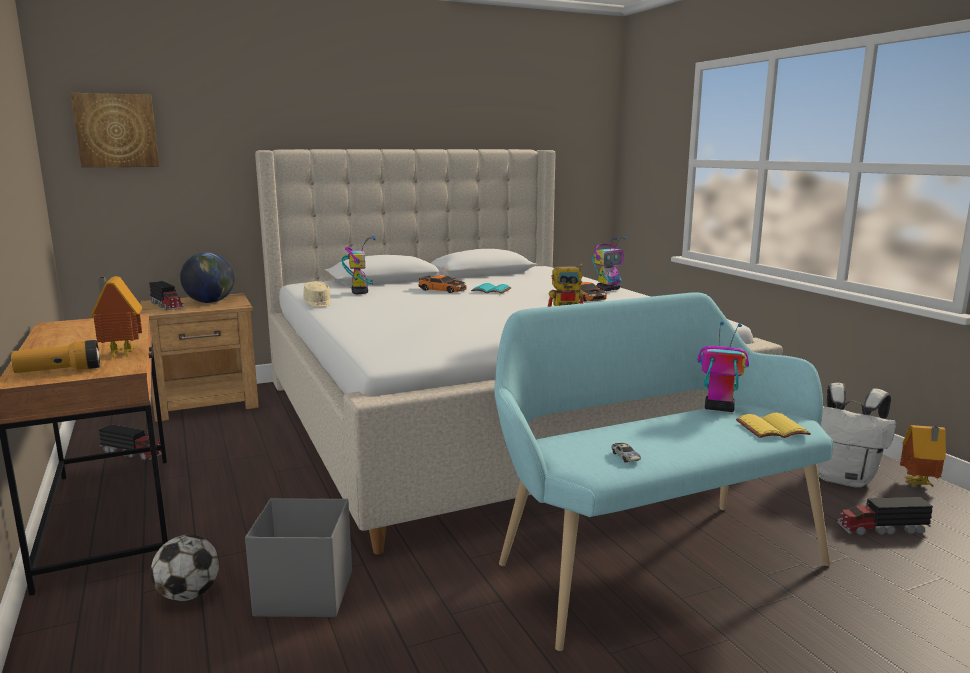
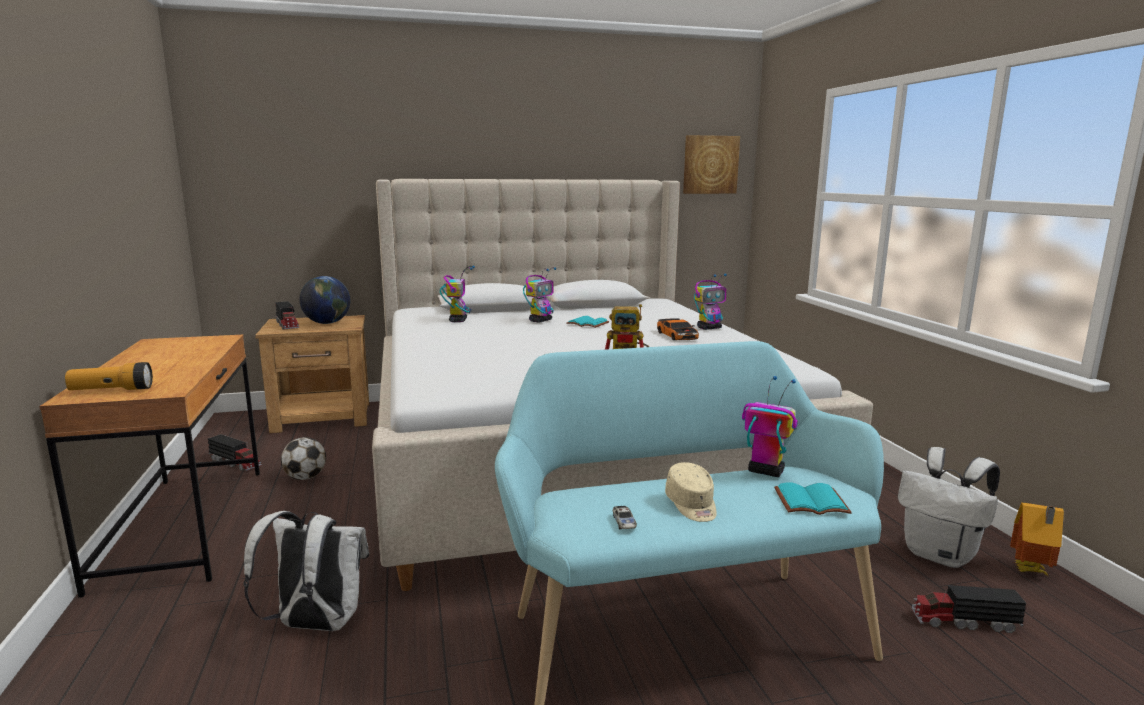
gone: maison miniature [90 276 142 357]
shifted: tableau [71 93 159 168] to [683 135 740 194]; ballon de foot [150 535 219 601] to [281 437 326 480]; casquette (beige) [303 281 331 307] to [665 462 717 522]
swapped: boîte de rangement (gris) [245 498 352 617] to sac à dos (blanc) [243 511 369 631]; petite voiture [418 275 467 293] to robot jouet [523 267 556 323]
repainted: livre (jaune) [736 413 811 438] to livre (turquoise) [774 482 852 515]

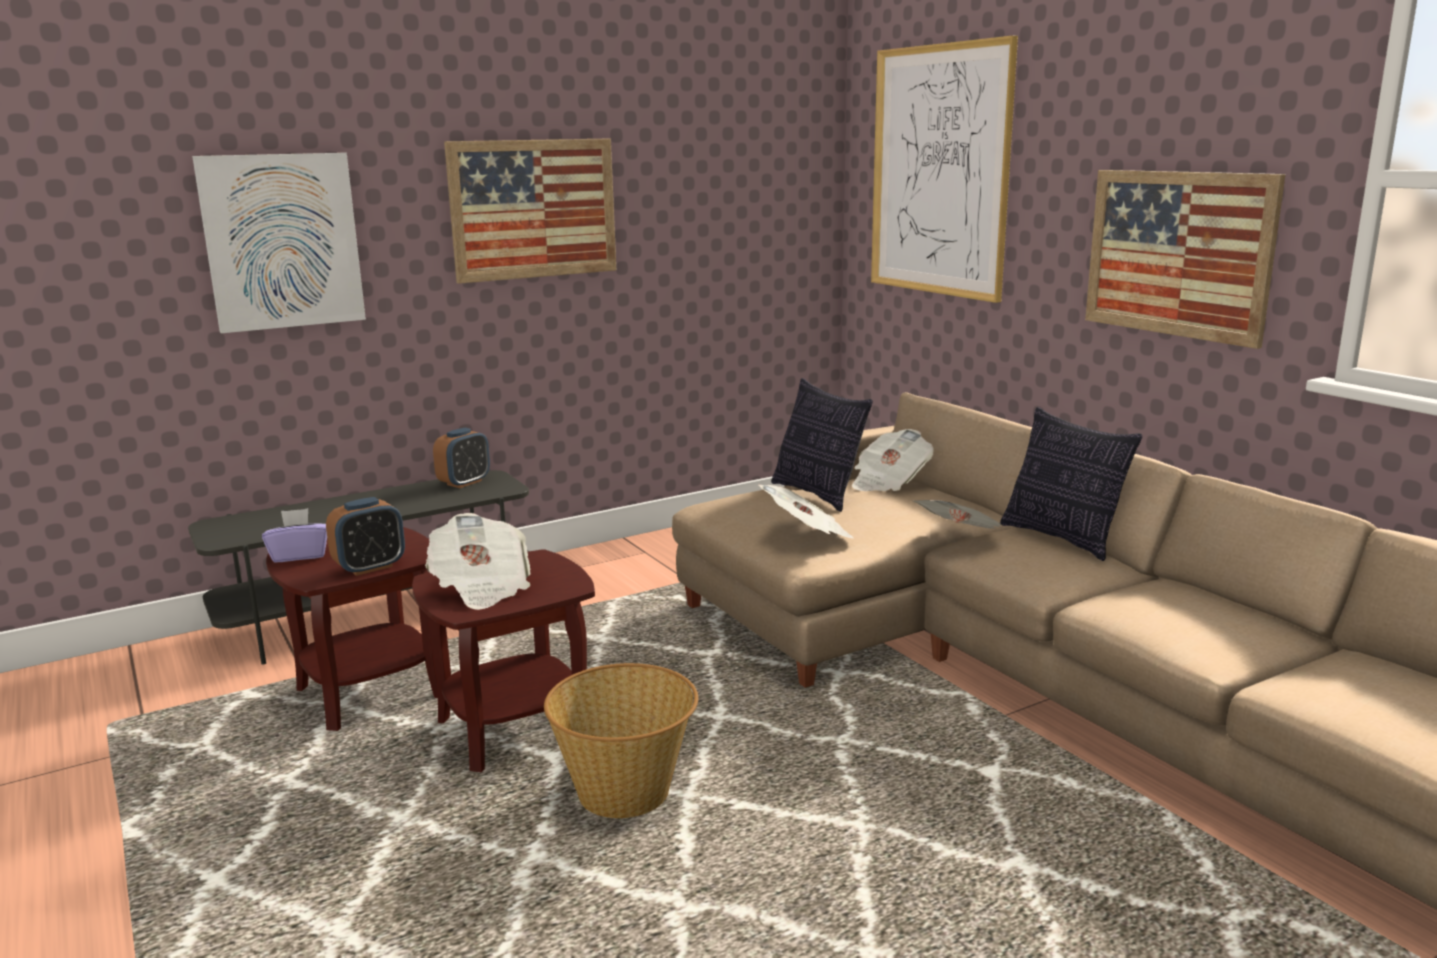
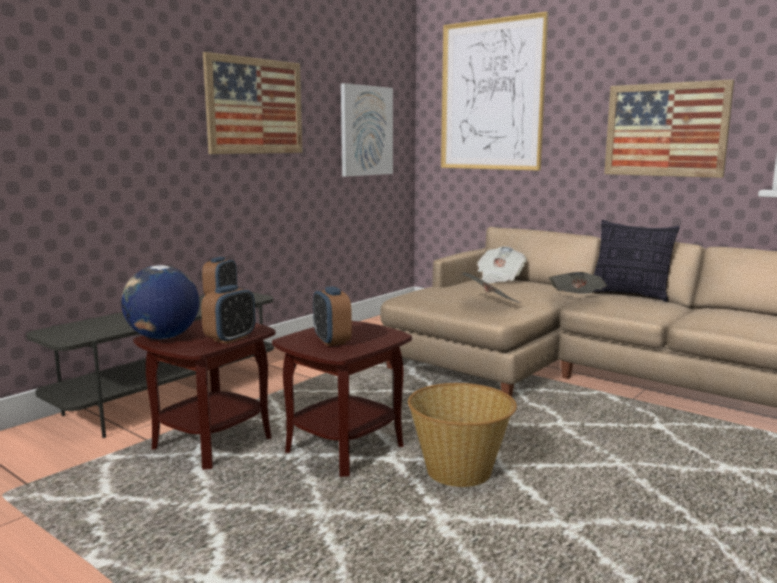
gone: coussin [771 378 873 512]
shifted: tableau [192 153 366 333] to [341 83 393 177]
swapped: boîte à mouchoirs (violet) [262 508 327 562] to globe [121 265 199 339]; journal [425 513 531 610] to réveil [313 286 352 346]

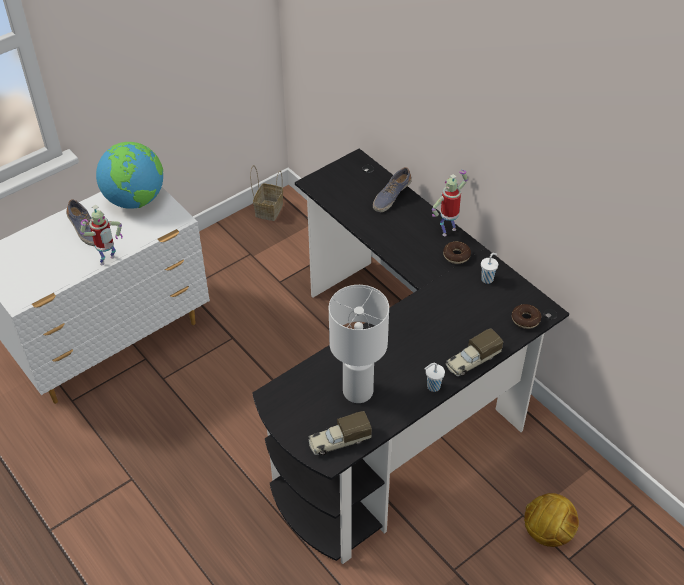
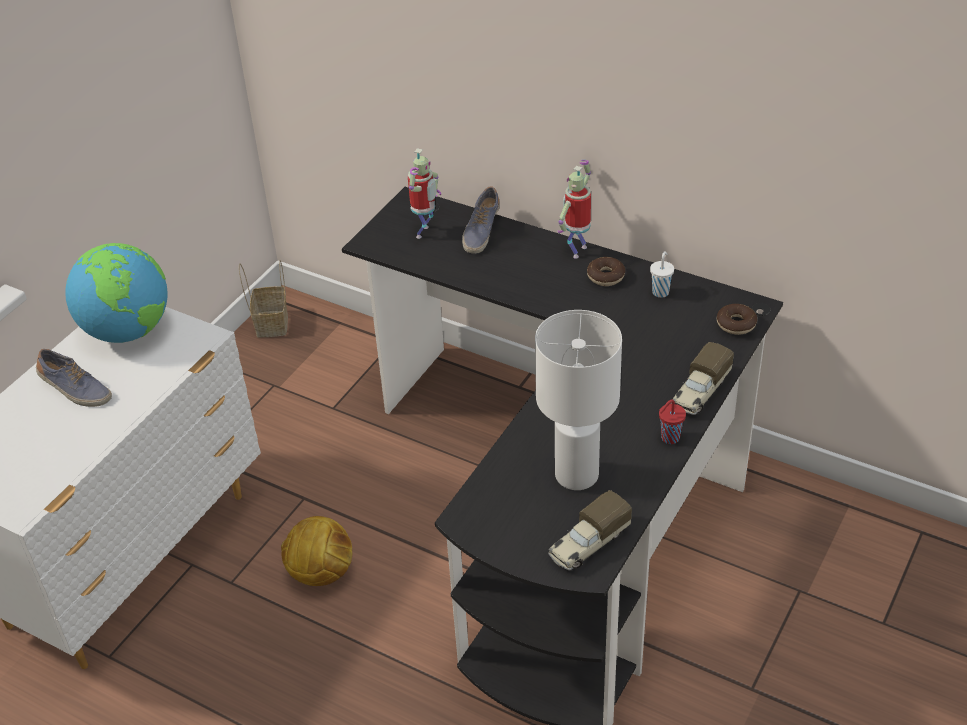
shifted: robot jouet [80 205 123 265] to [408 148 441 239]; ballon de foot [524 493 579 547] to [281 516 352 586]
repainted: tasse (blanc) [424 363 445 392] to tasse (rouge) [659 400 686 444]

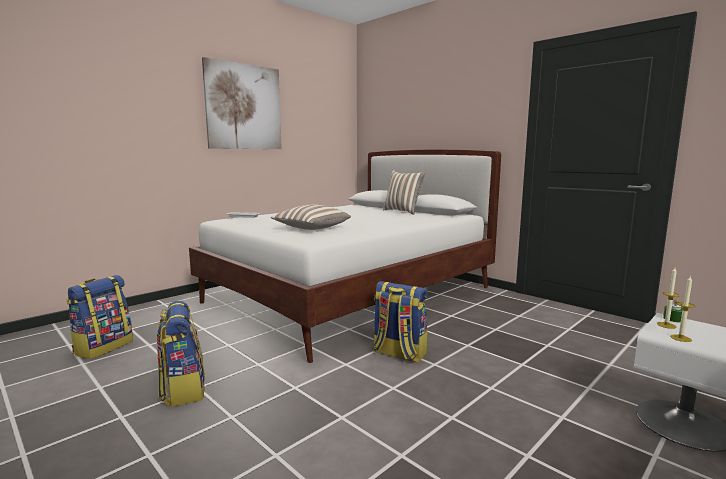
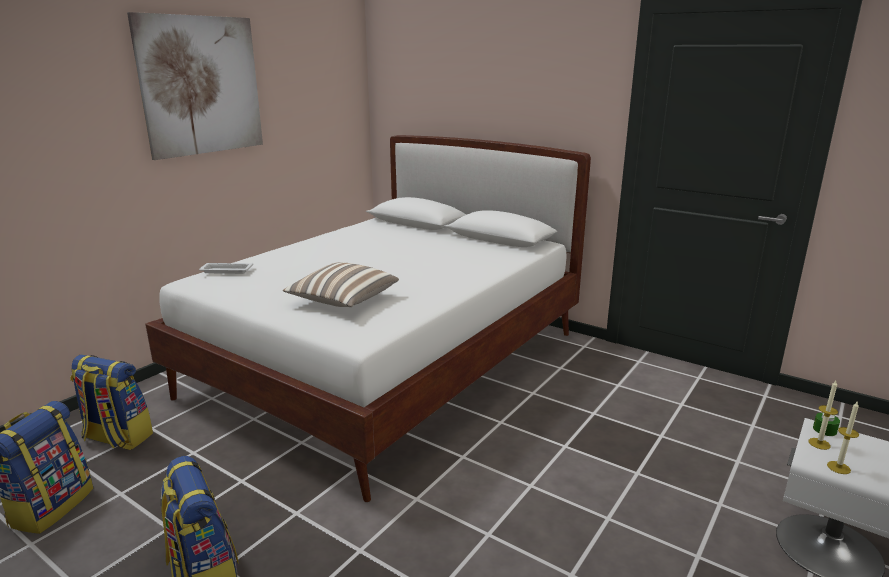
gone: coussin [383 171 426 215]
shifted: sac à dos [373 281 428 363] to [70 355 153 450]

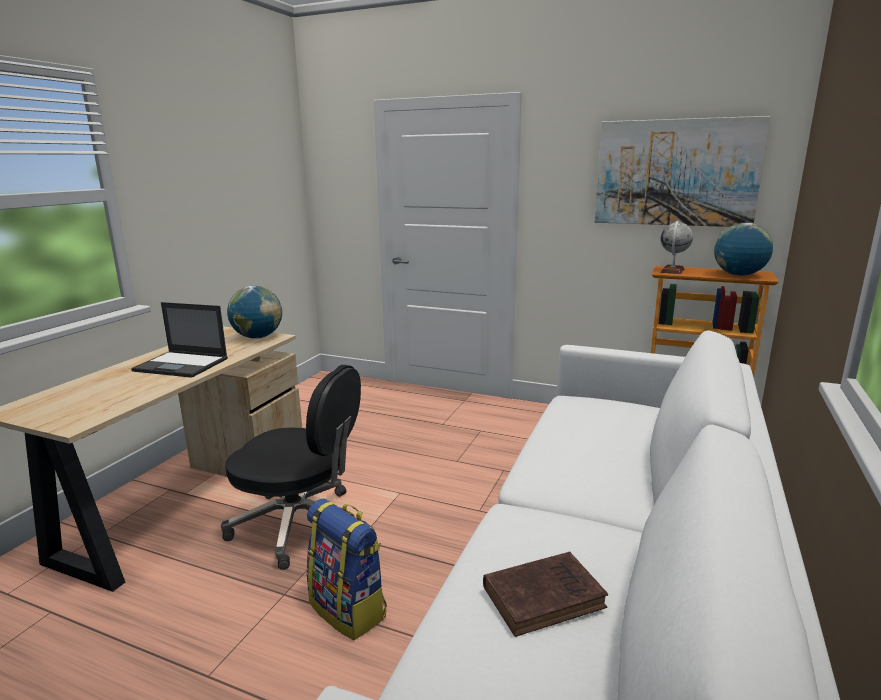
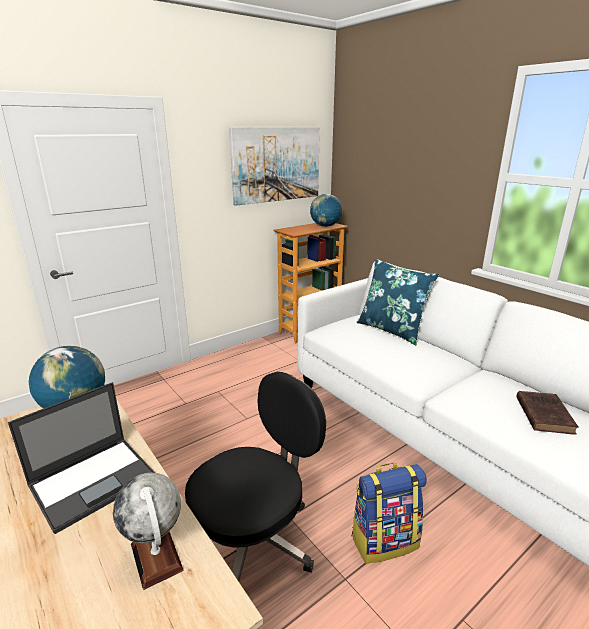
new: coussin (bleu) [357 259 439 345]
shifted: globe [660 221 693 274] to [113 473 183 590]

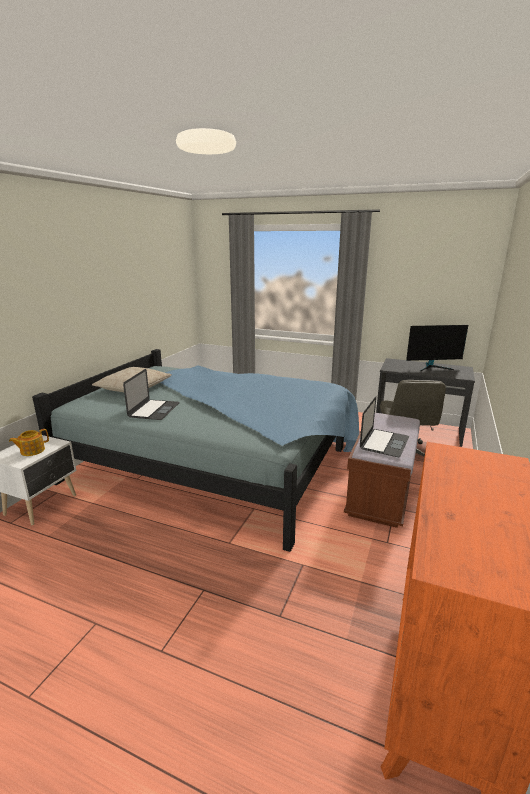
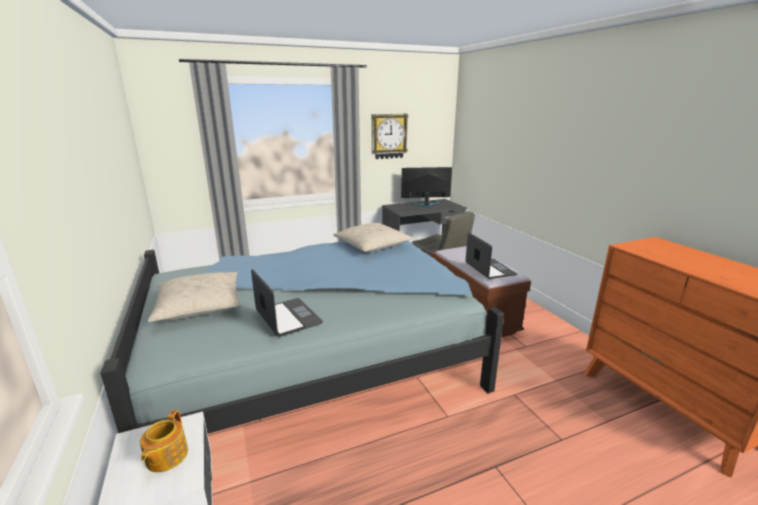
new: coussin (beige) [333 223 413 252]; horloge murale [372 114 408 159]
rotated: écran d'ordinateur [406 325 468 371] = [401 167 452 208] 135 degrees counterclockwise

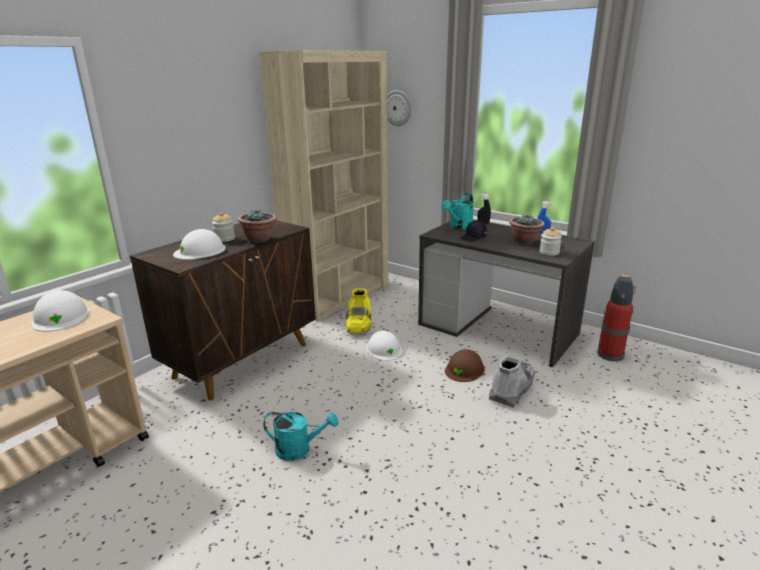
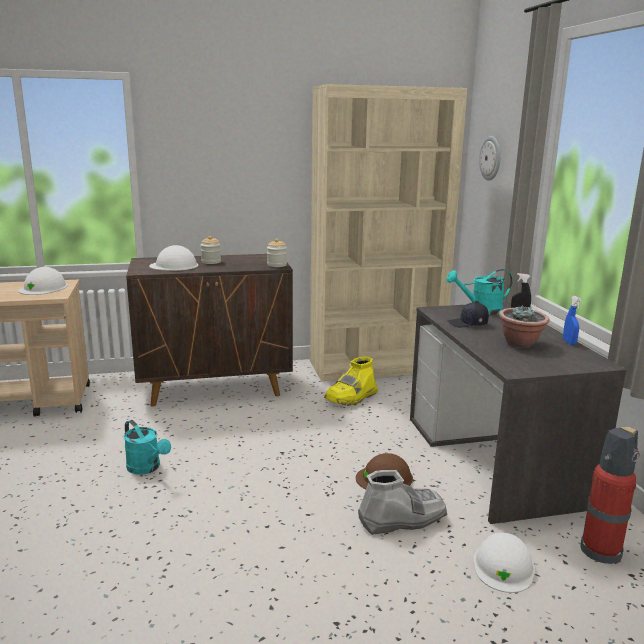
gone: plante en pot [237 209 277 243]
shifted: casque de chantier (blanc) [366 331 403 361] to [473 533 535 593]; bocal [540 227 562 256] to [267 239 287 267]

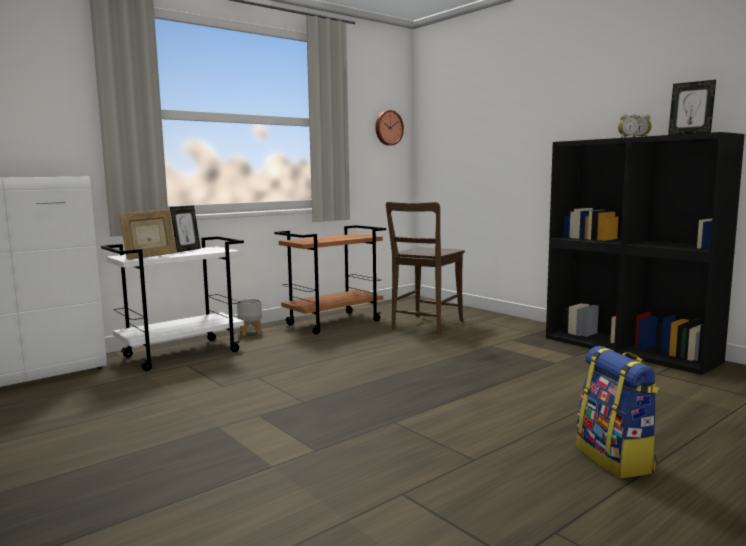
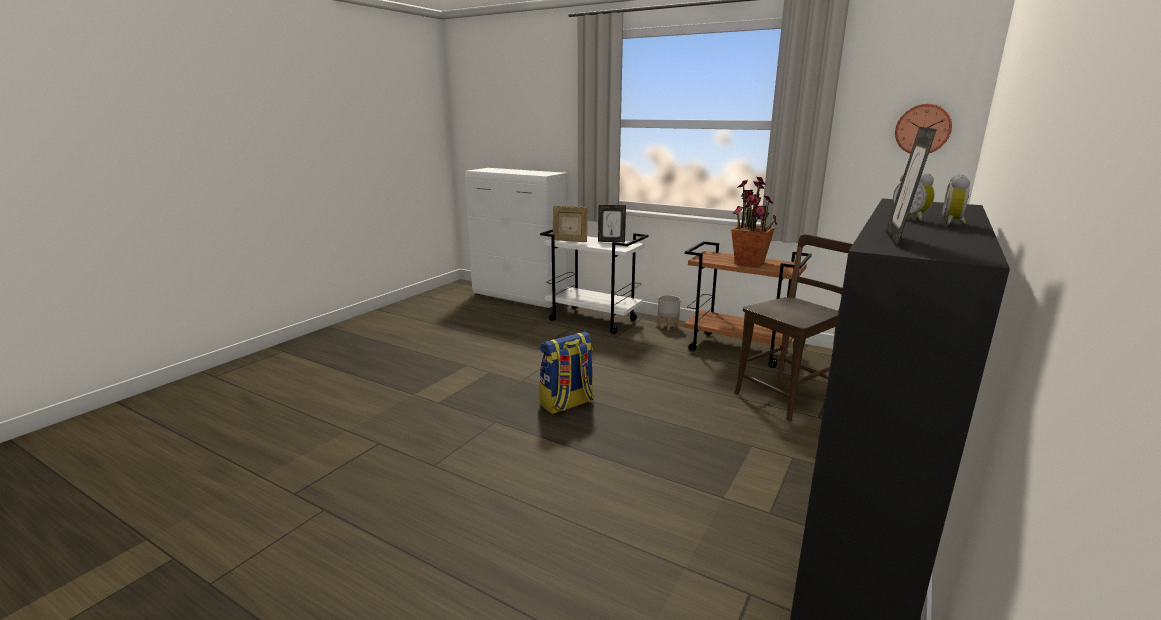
new: plante en pot [731 177 777 267]
shifted: sac à dos [576 346 659 478] to [539 332 594 414]
rotated: chaise (marron) [386 201 465 335] = [734 234 853 421] 135 degrees clockwise

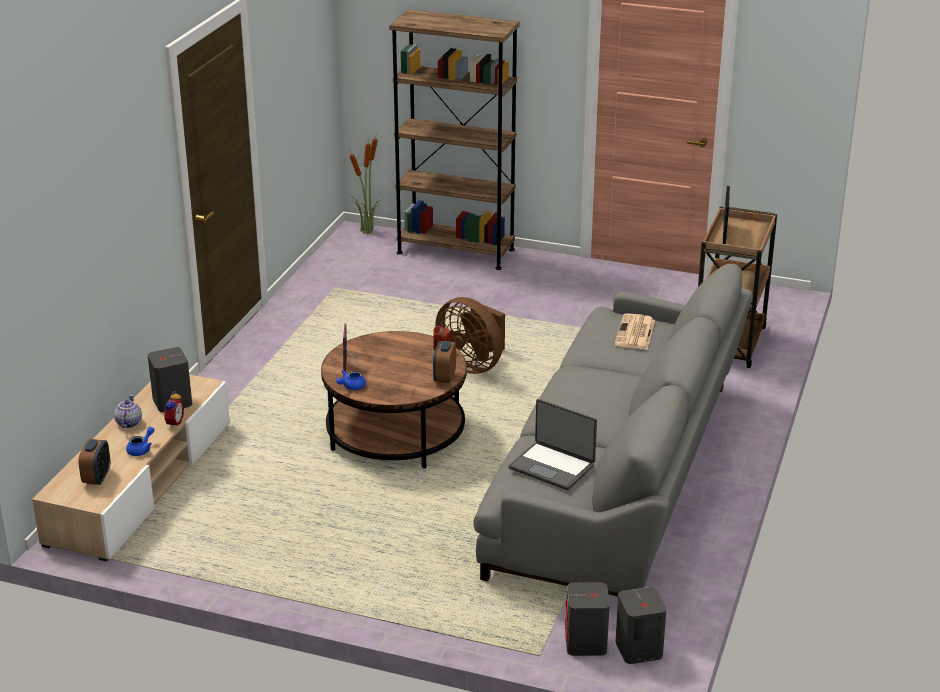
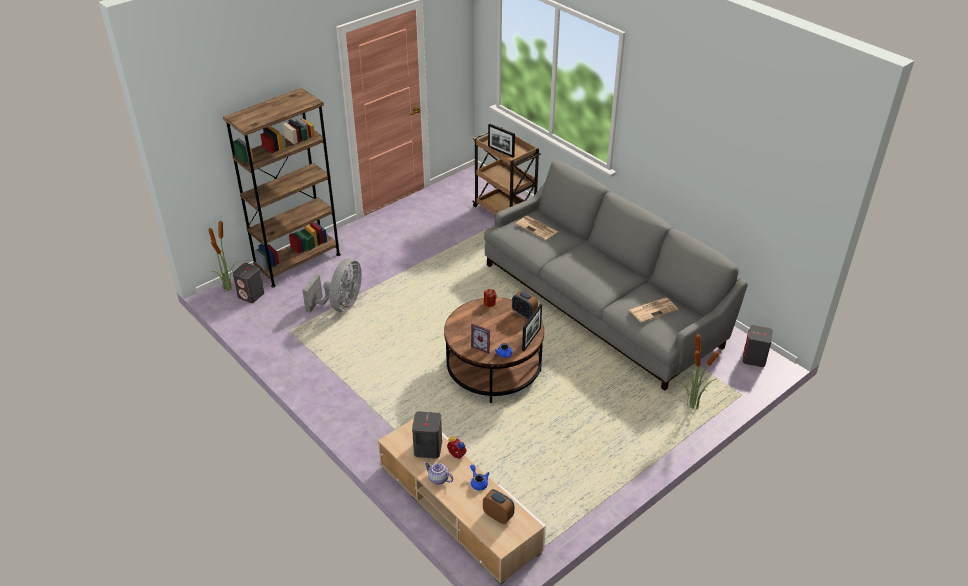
gone: ventilateur (marron) [435 297 505 374]
new: ventilateur (gris) [302 259 362 313]; cadre photo [522 304 542 351]; plante en pot [678 329 719 409]
shifted: enceinte (gris) [565 583 610 656] to [233 263 264 303]
swapped: ordinateur portable [509 399 597 490] to journal [630 297 678 322]

